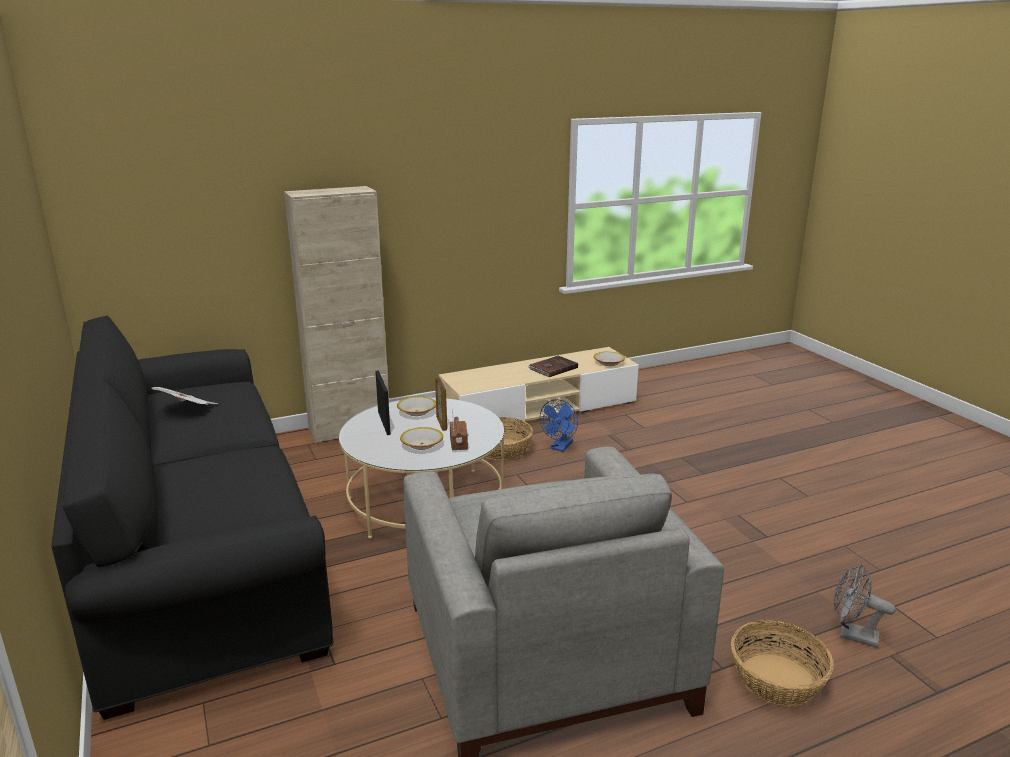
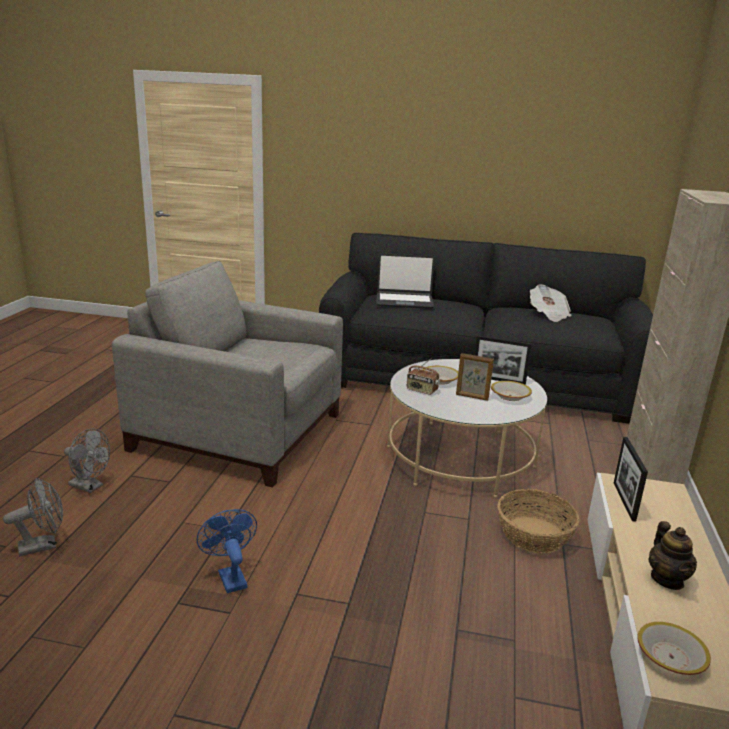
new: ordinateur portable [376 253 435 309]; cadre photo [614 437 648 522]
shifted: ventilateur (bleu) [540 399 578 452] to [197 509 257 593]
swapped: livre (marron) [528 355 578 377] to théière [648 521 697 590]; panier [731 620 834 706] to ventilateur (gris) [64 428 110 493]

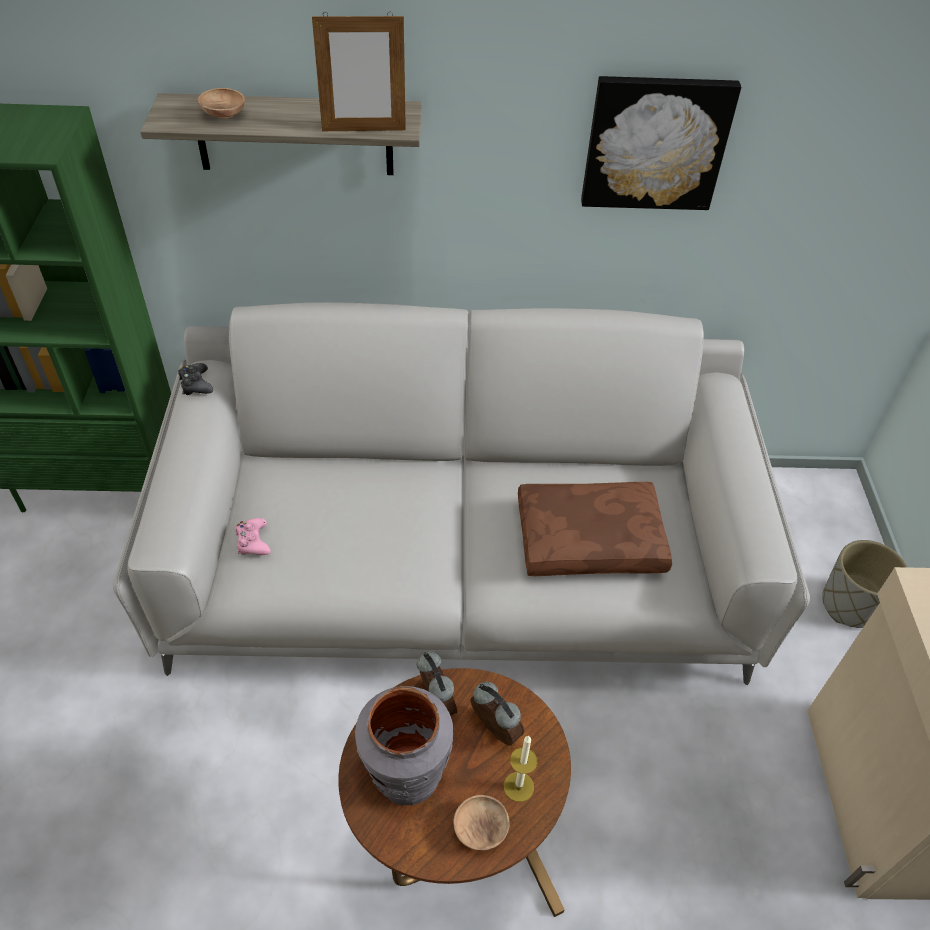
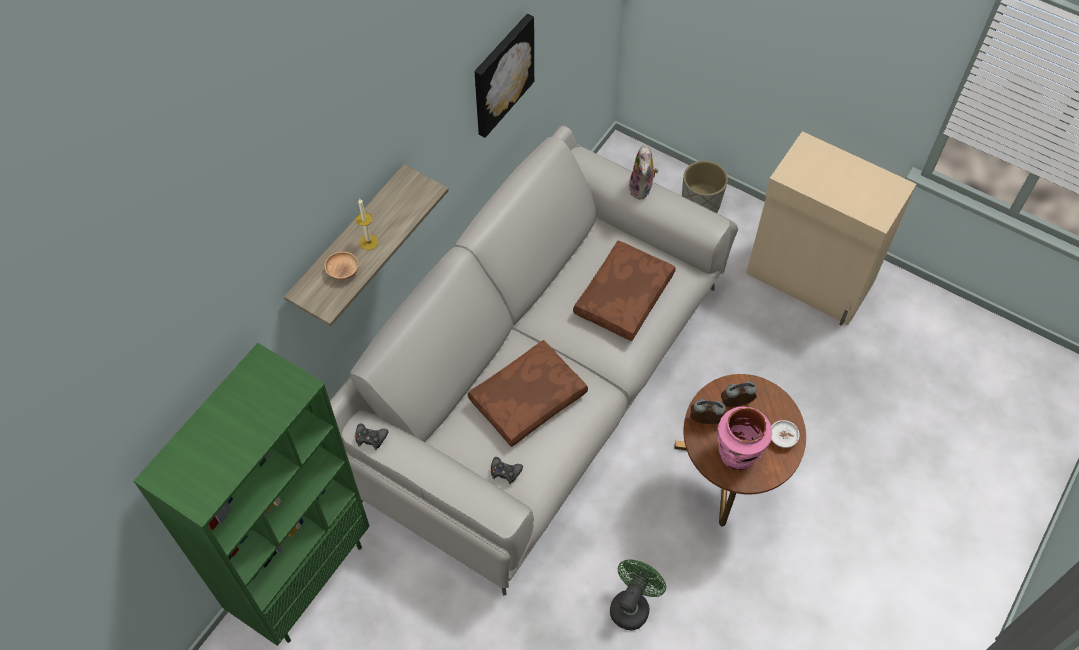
gone: cadre photo [312 12 406 131]
new: coussin (marron) [468 340 588 447]; ventilateur (vert) [610 559 666 630]; peluche [629 144 659 199]
shifted: bougie [504 735 537 802] to [356 199 378 250]
repainted: manette (rose) [235 518 271 555] to manette (noir) [491 457 523 484]; vase (gris) [355 686 453 805] to vase (rose) [718 407 772 470]; bol (marron) [453 795 510 851] to bol (blanc) [771 420 800 448]

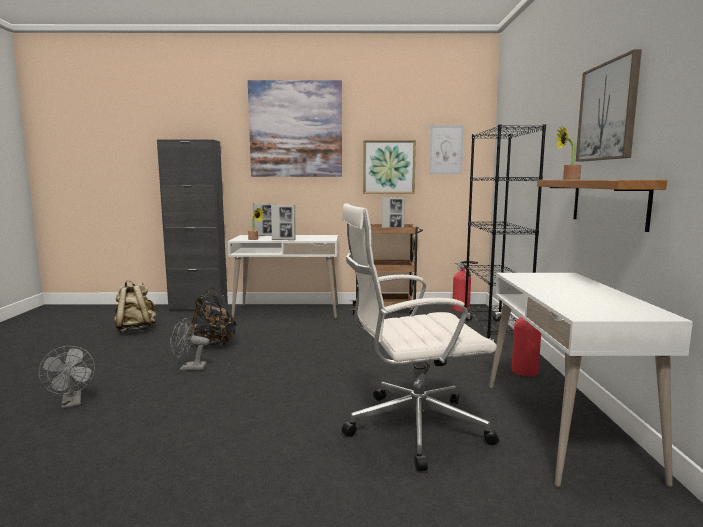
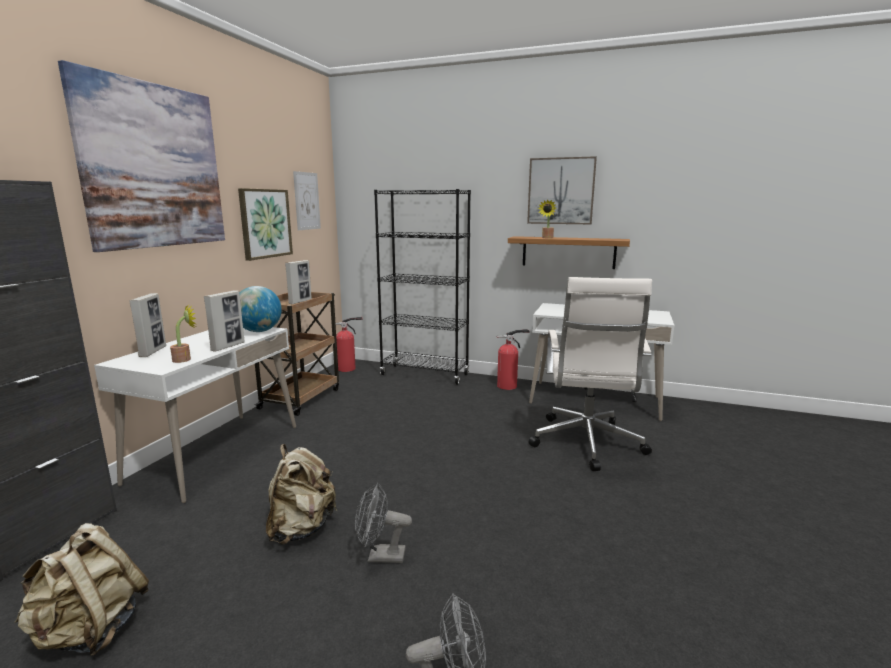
new: globe [239 286 282 332]
repainted: sac à dos (noir) [188 287 237 346] to sac à dos (beige) [266 444 338 544]
rotated: ventilateur (gris) [170 318 209 370] = [355 483 412 563] 75 degrees clockwise

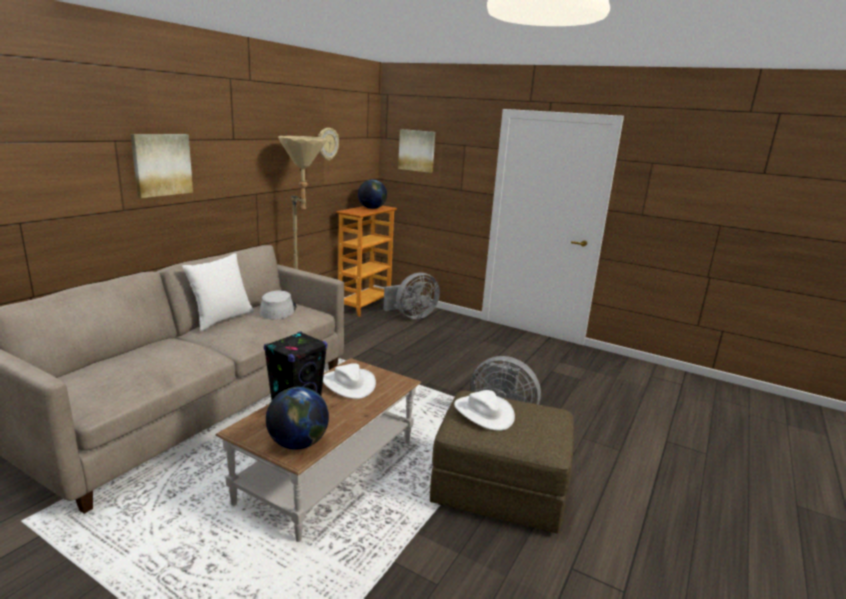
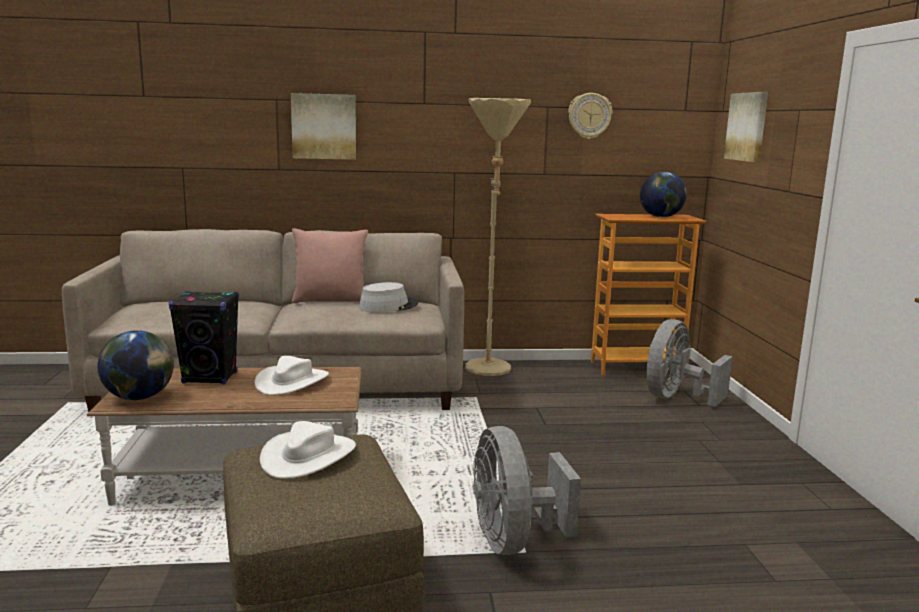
repainted: coussin (blanc) [182 253 254 331] to coussin (rose) [292 228 368 303]
rotated: ventilateur (gris) [384 273 440 319] = [646 319 733 407] 105 degrees clockwise

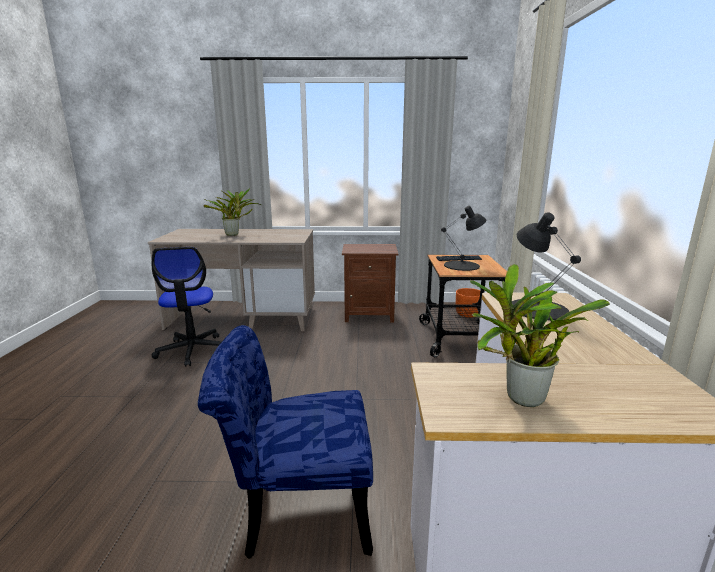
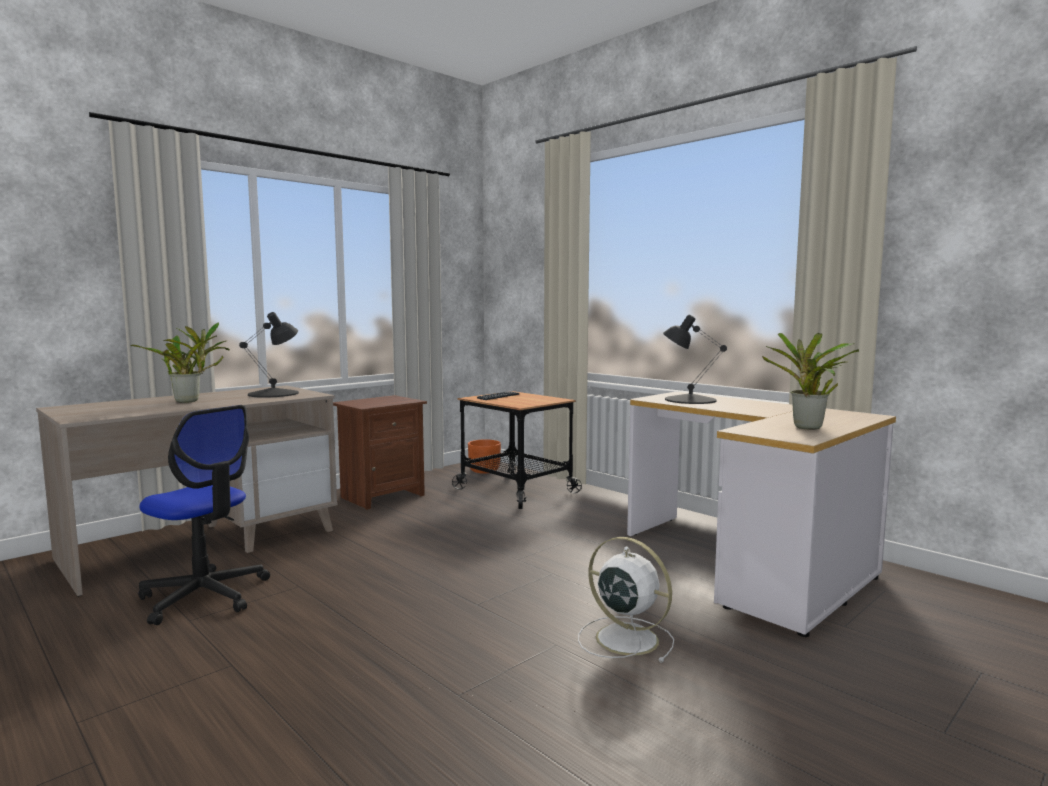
shifted: lampe de table (noir) [441 206 486 271] to [239 312 299 398]
swapped: chaise (bleu) [198 325 373 559] to ventilateur (blanc) [578 537 674 662]

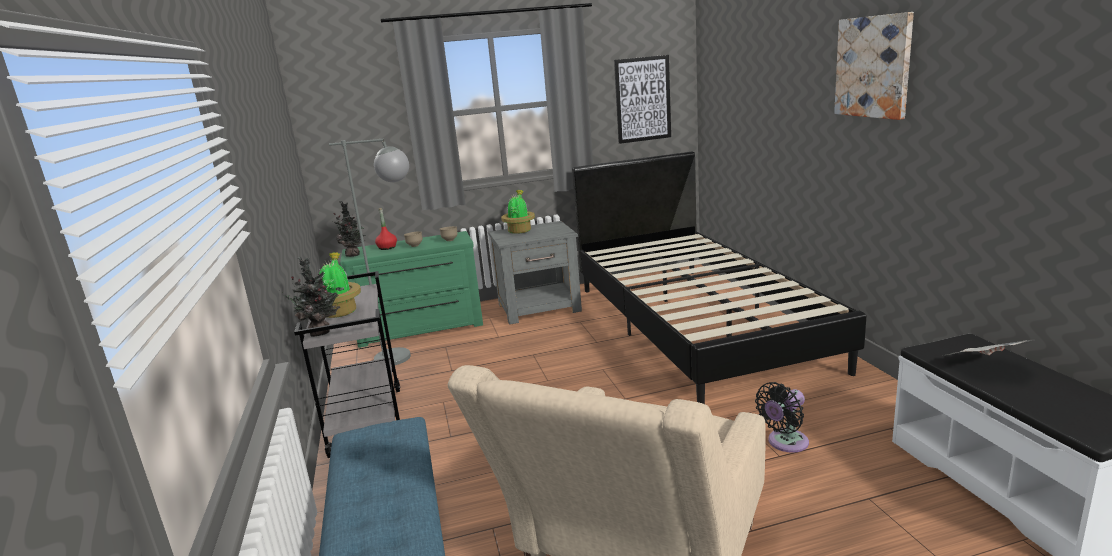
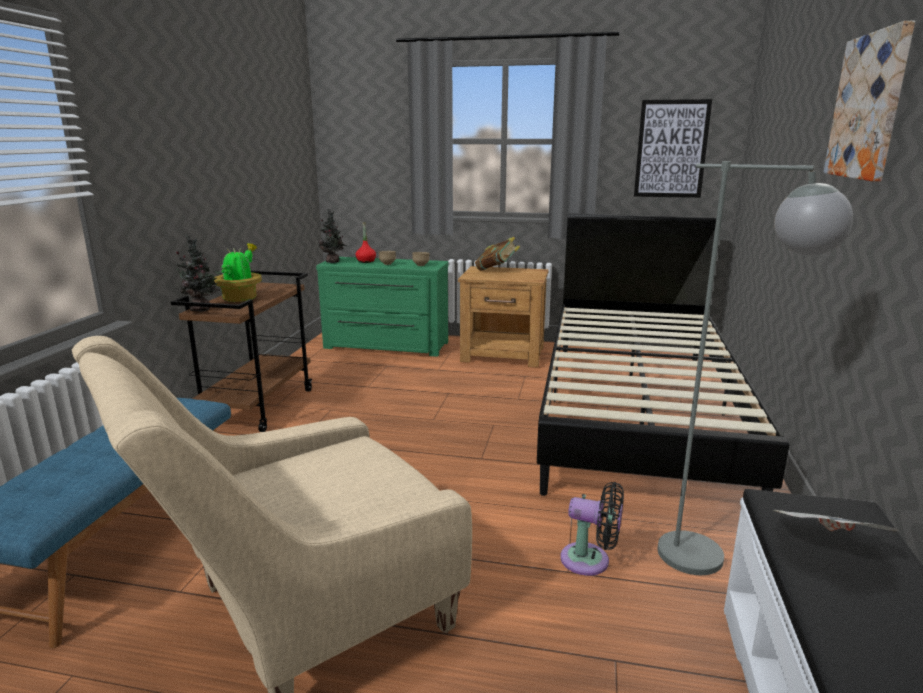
shifted: lampadaire (gris) [329 139 411 365] to [658 161 853 575]
swapped: plante en pot [501 190 535 234] to livre [475 237 520 271]
repainted: chariot (gris) [294 271 400 458] to chariot (marron) [171 271 312 432]; table de chevet (gris) [488 221 582 325] to table de chevet (marron) [458 266 549 368]
rotated: ventilateur (noir) [755 382 809 453] = [560 482 624 576] 150 degrees counterclockwise

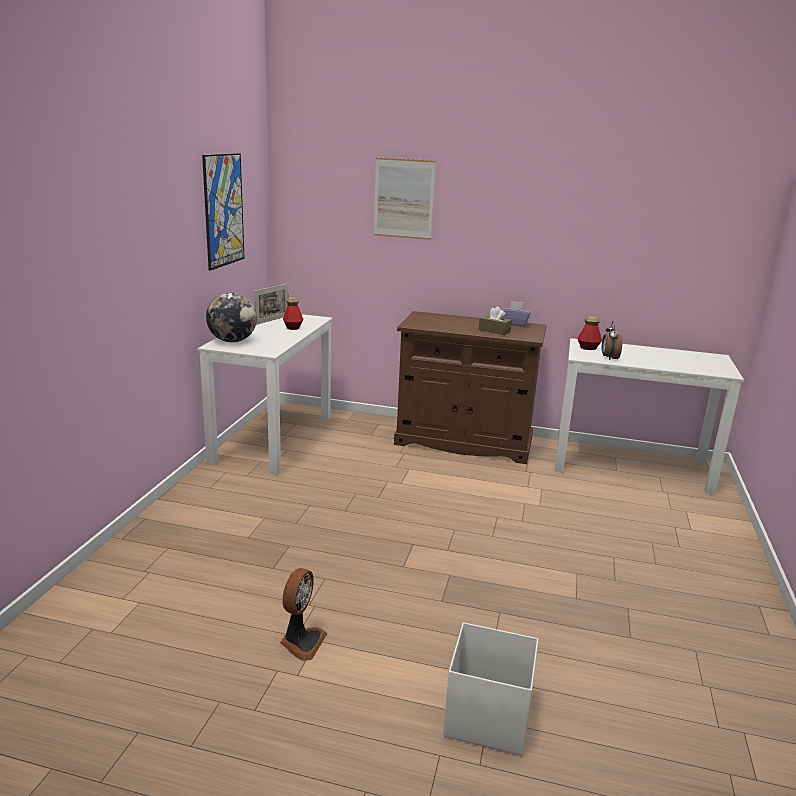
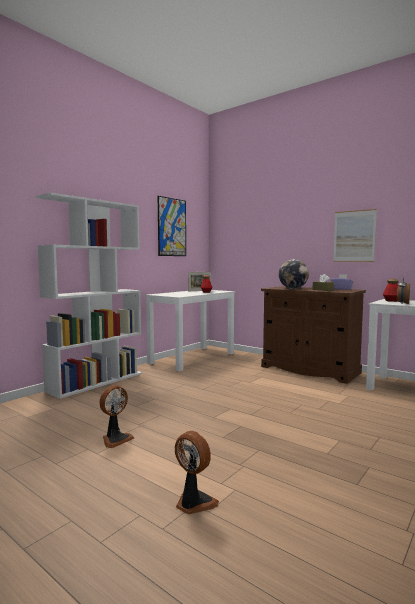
new: bibliothèque (blanc) [35 193 142 399]
shifted: globe [206 293 257 342] to [279 259 309 289]; tableau [374 157 436 240] to [333 209 377 262]
swapped: boîte de rangement (blanc) [443 622 538 756] to ventilateur [175 431 219 514]

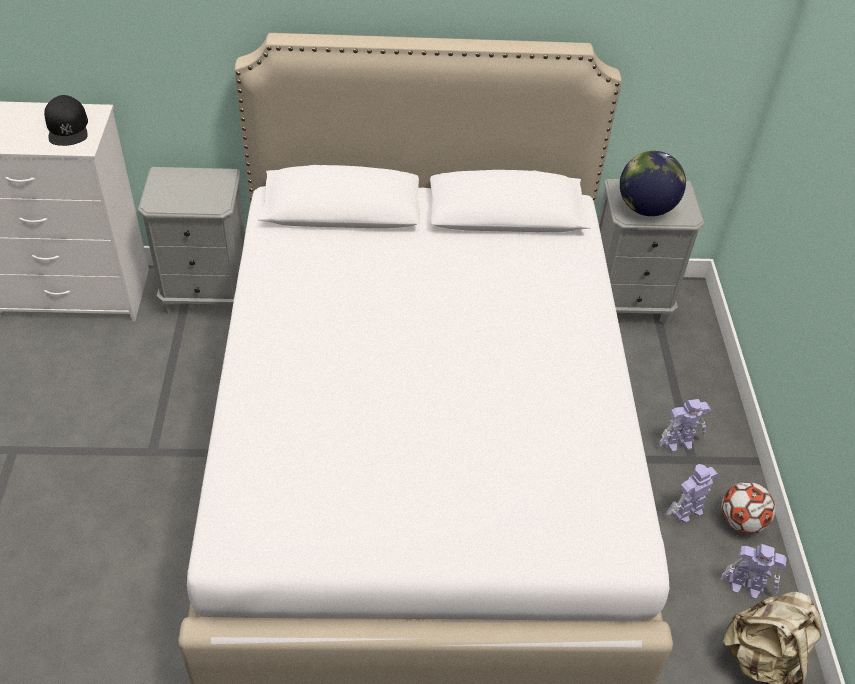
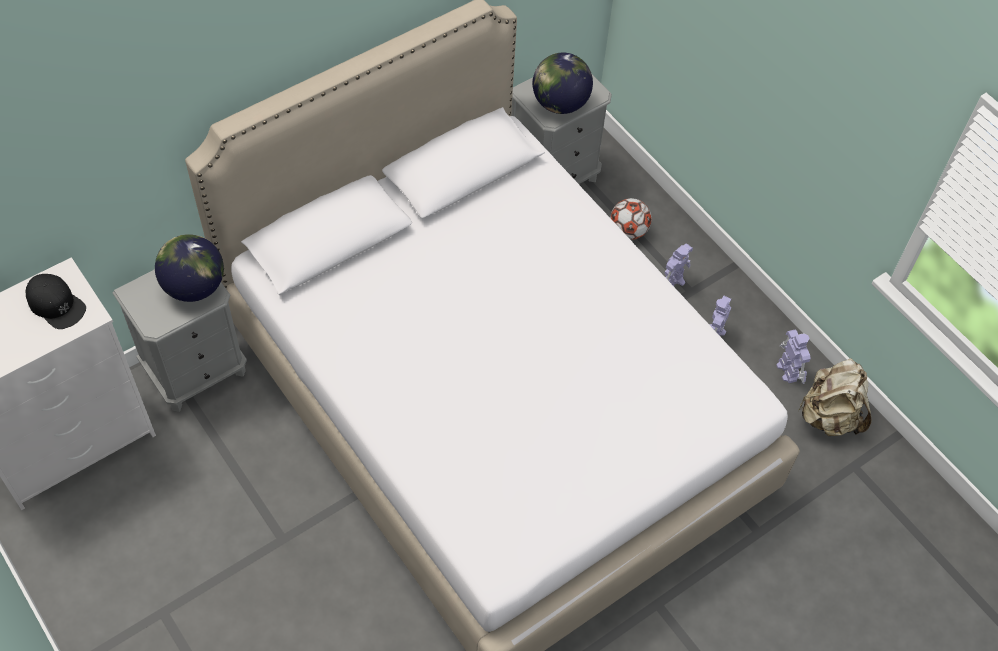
new: globe [155 234 224 302]
shifted: ballon de foot [722 482 775 534] to [610 198 652 240]
rotated: robot jouet [720 544 787 600] = [776 330 811 384] 90 degrees counterclockwise

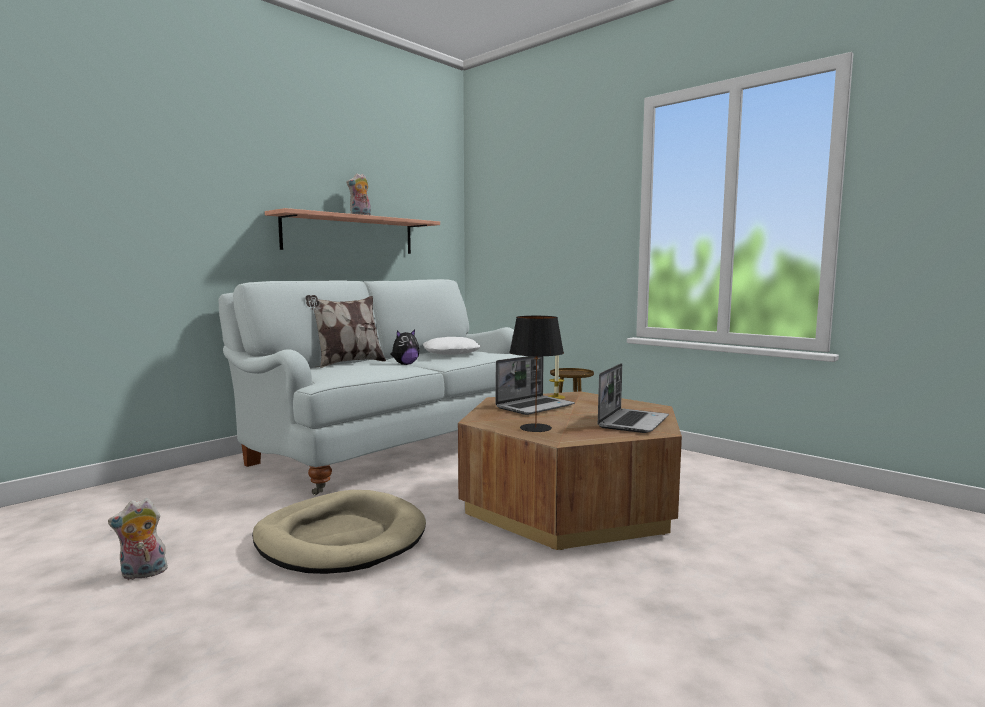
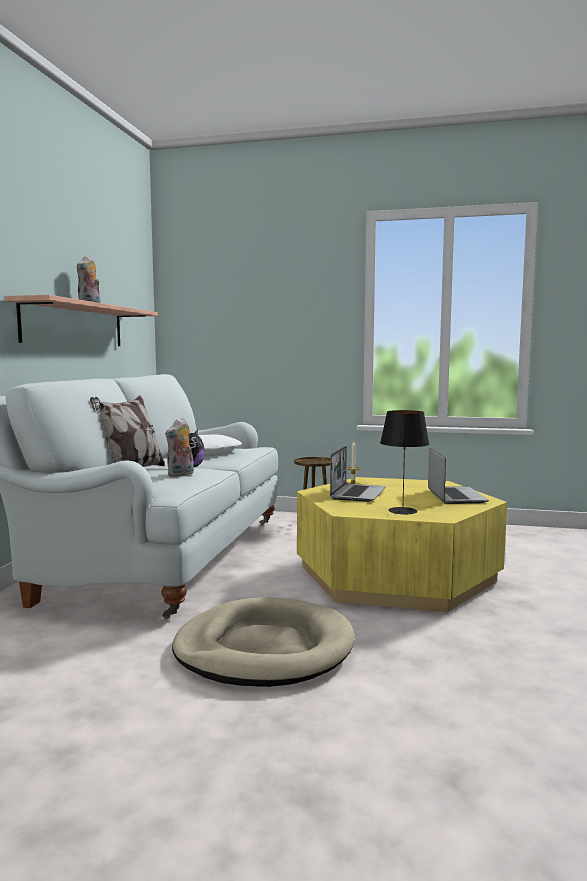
shifted: peluche [108 498 168 580] to [165 418 194 477]
repainted: table basse (marron) [458 391 682 550] to table basse (jaune) [297 477 507 612]

